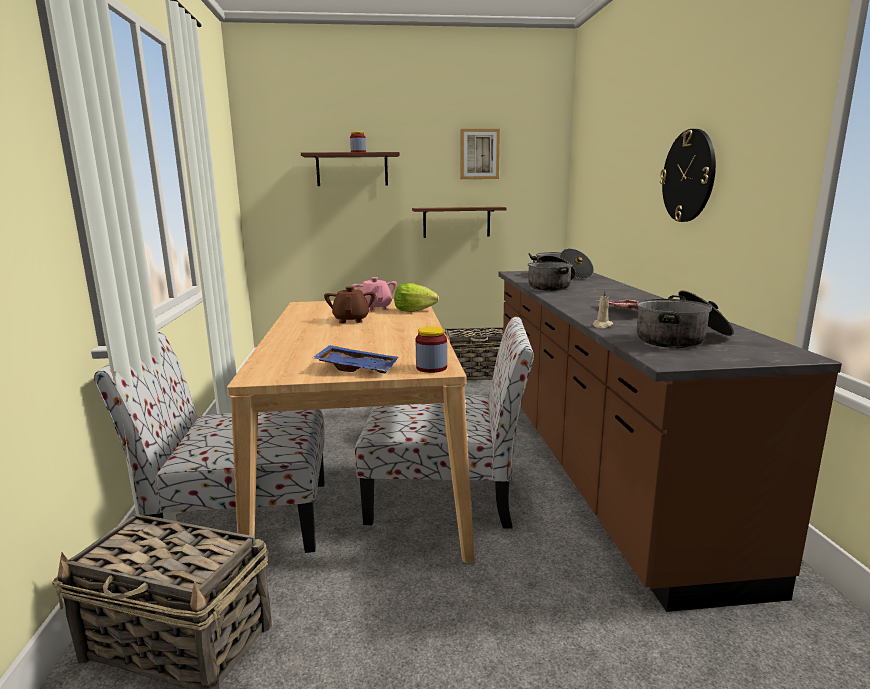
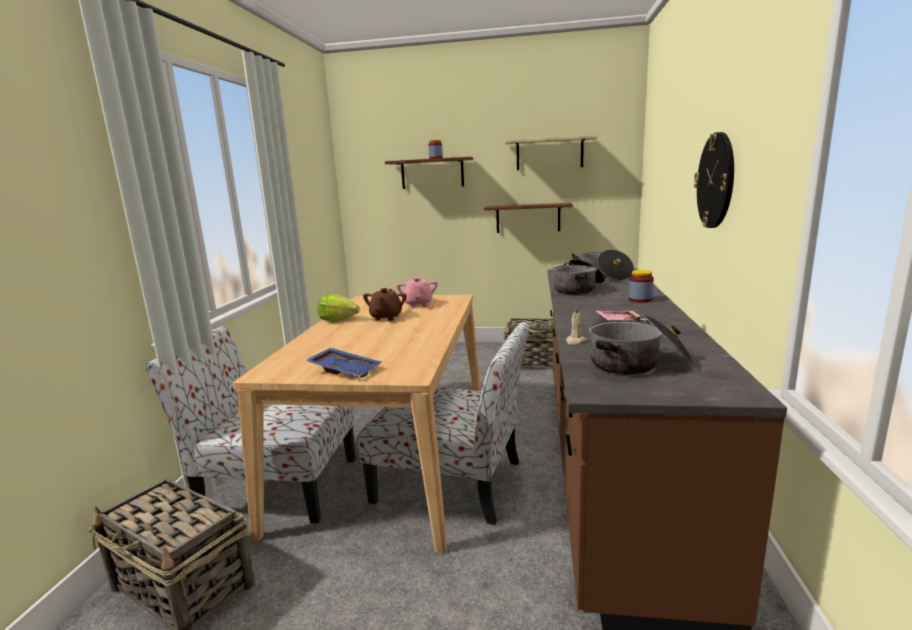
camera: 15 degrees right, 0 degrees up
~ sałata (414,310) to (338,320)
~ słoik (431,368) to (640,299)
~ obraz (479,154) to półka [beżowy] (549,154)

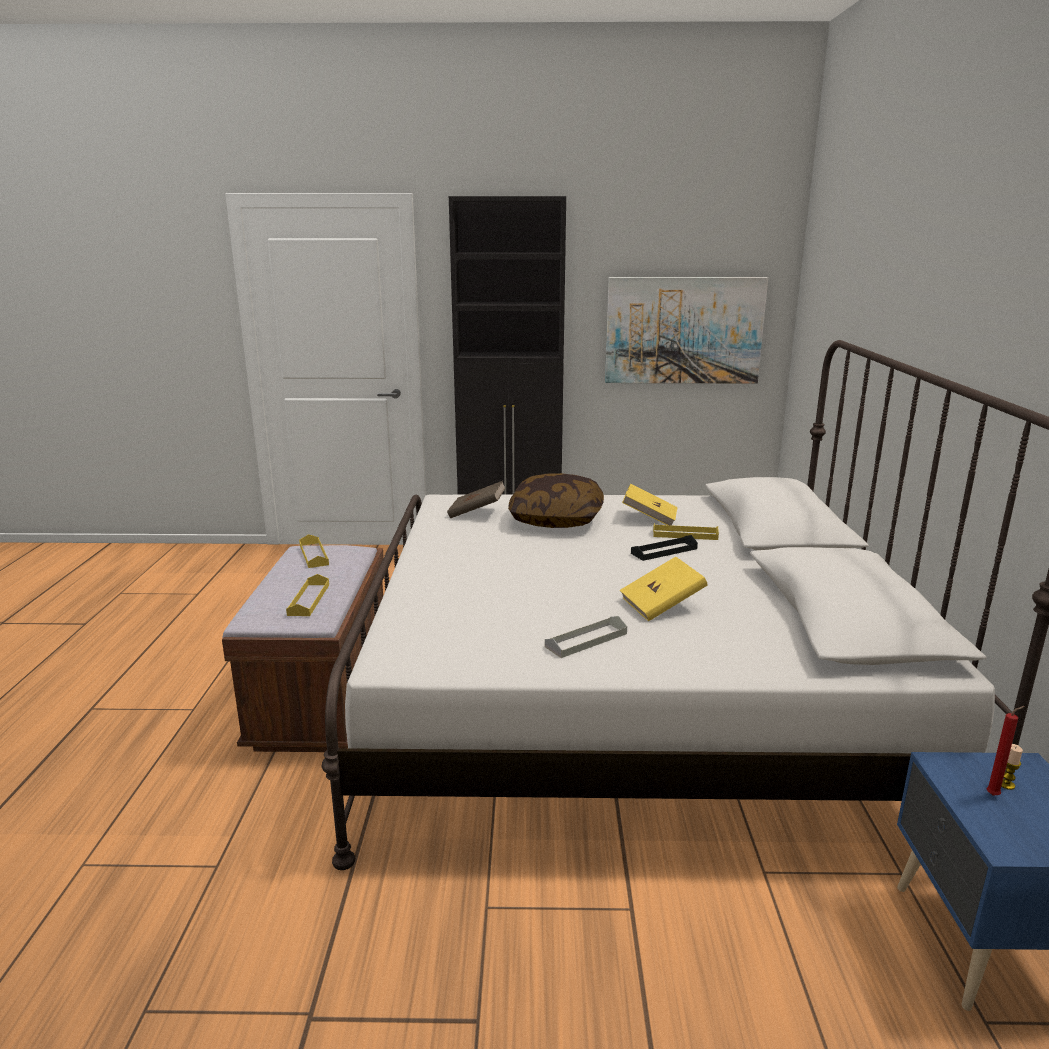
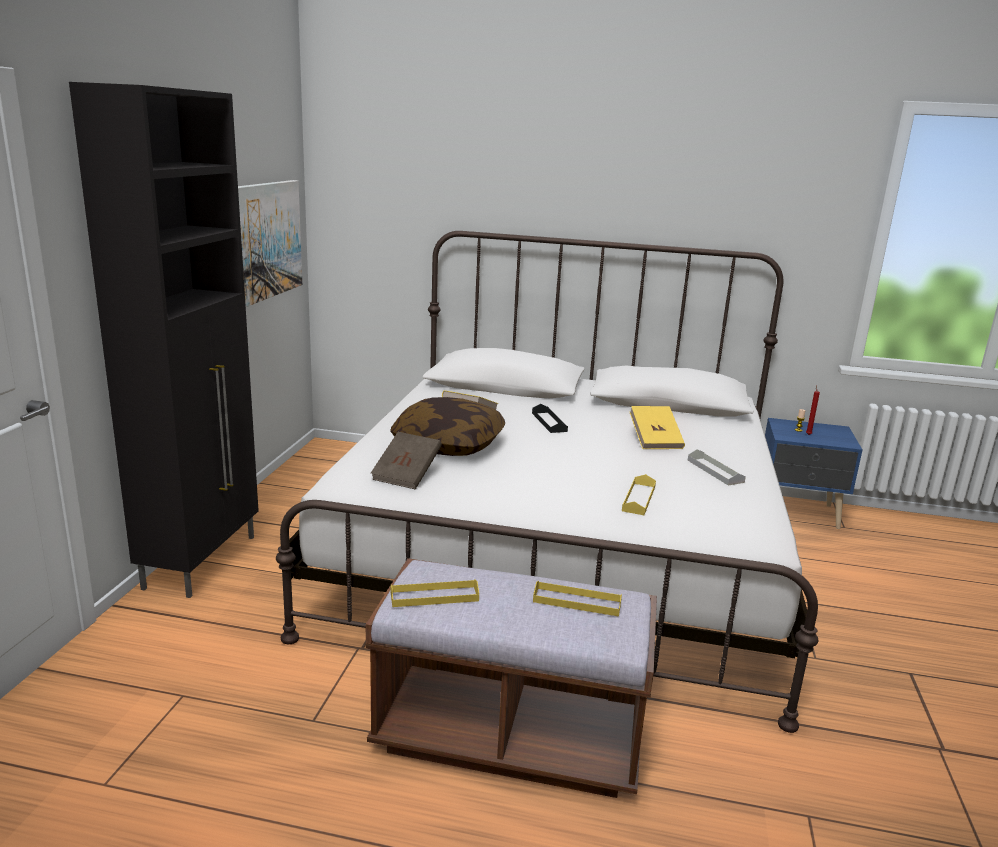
camera: 80 degrees left, 0 degrees up
~ taca [żółty] (685,534) to (639,498)

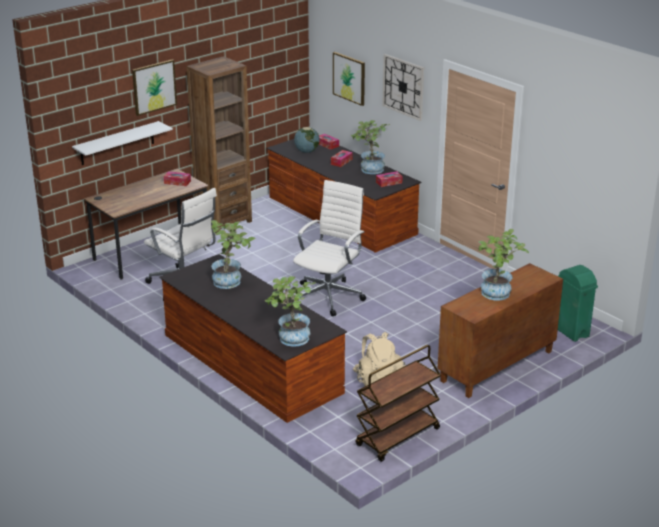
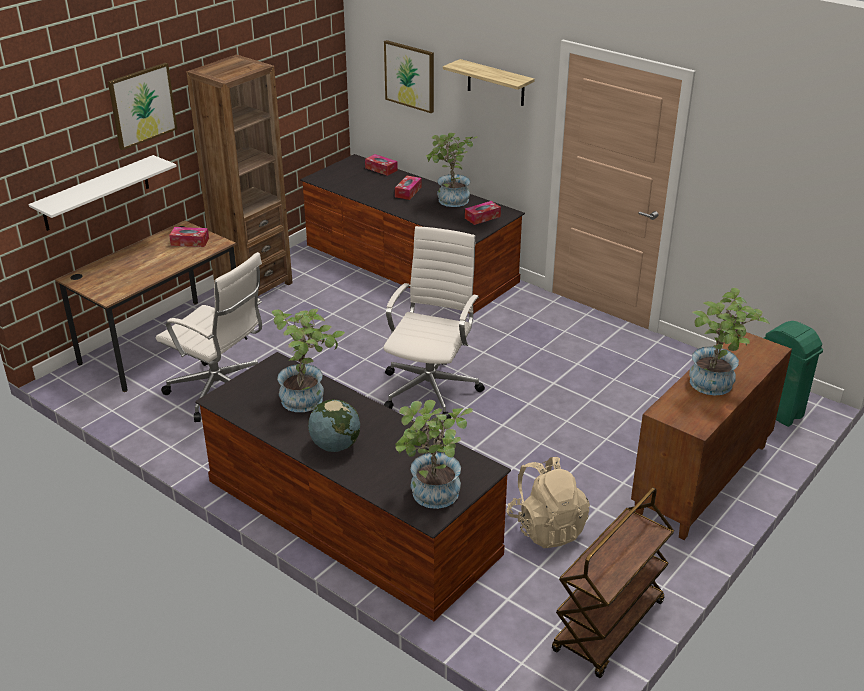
camera: 10 degrees left, 5 degrees up
~ globus (306,151) to (335,445)
~ zegar ścienny (403,86) to półka (496,83)

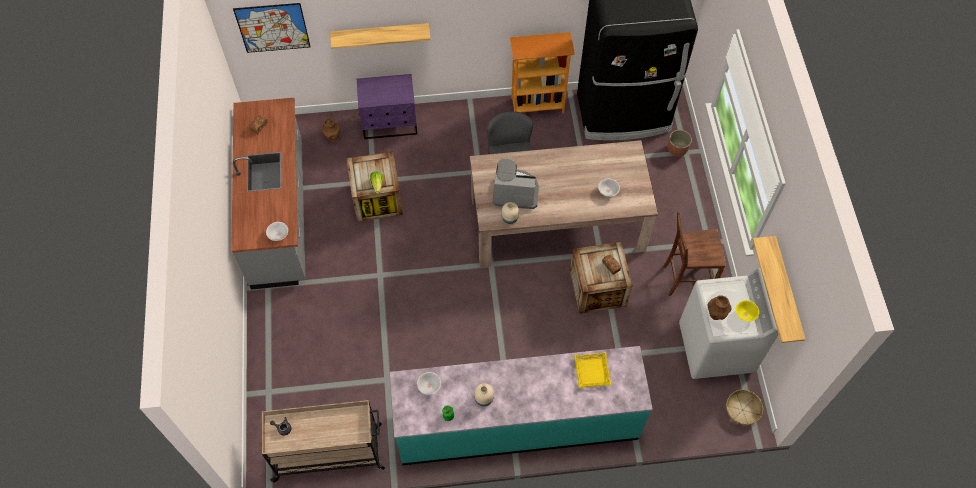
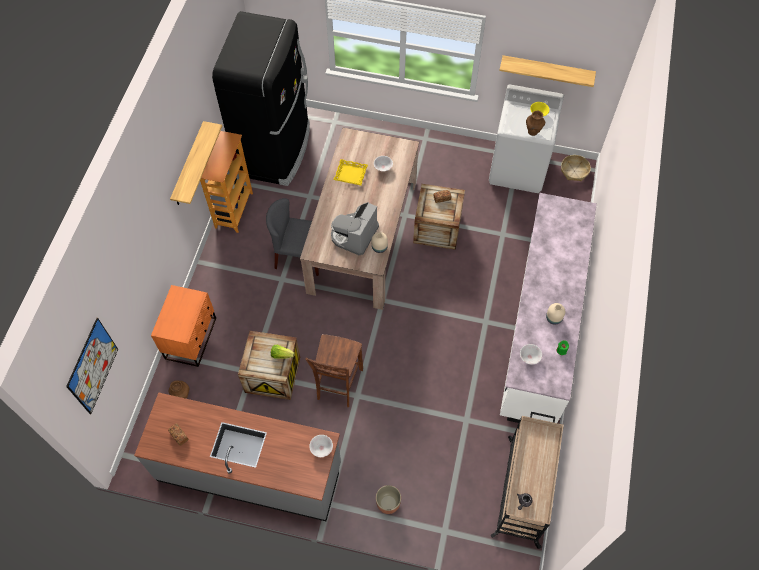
camera: 70 degrees left, 0 degrees up
~ półka (380,34) to (189,165)
~ taca [żółty] (592,371) to (351,174)
~ krzesło [brązowy] (685,279) to (338,385)
~ donica (677,149) to (388,503)
~ szafka nocna [fioletowy] (390,124) to szafka nocna [pomarańczowy] (191,338)
~ zabudowa kuchenna [turkusowy] (517,422) to zabudowa kuchenna [biały] (539,328)

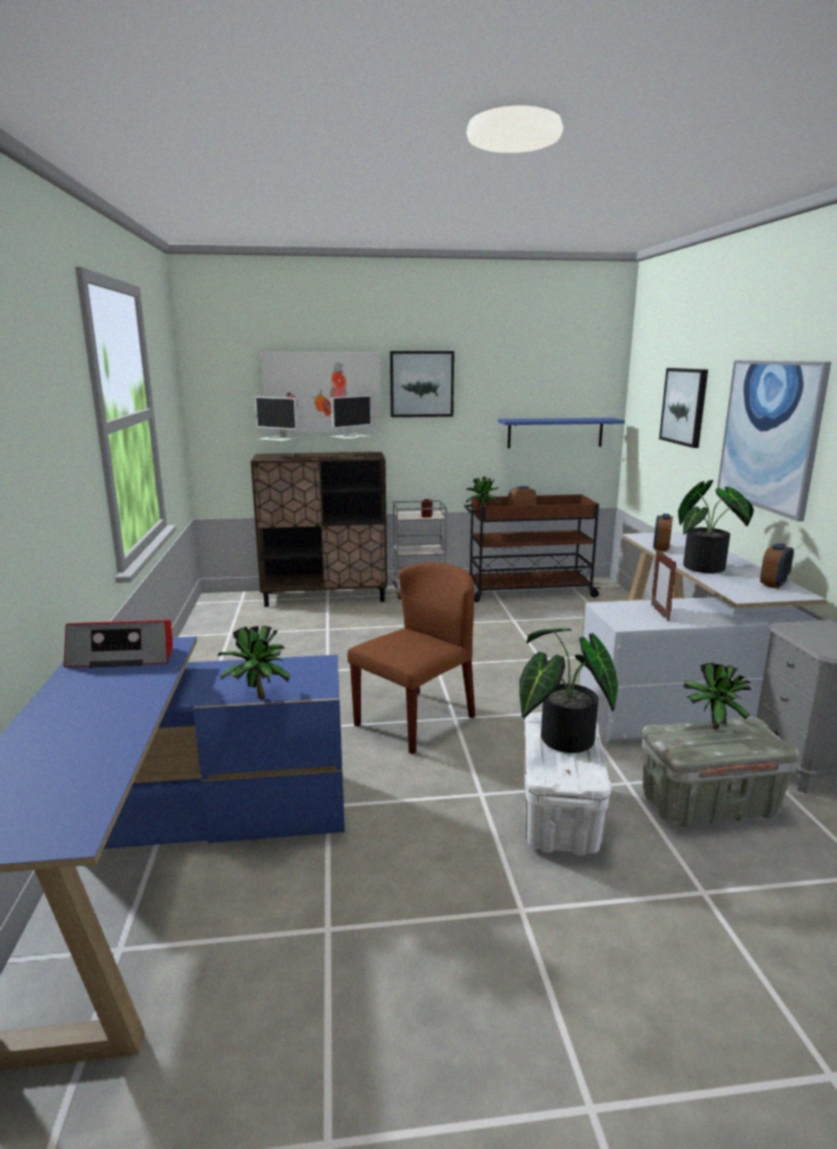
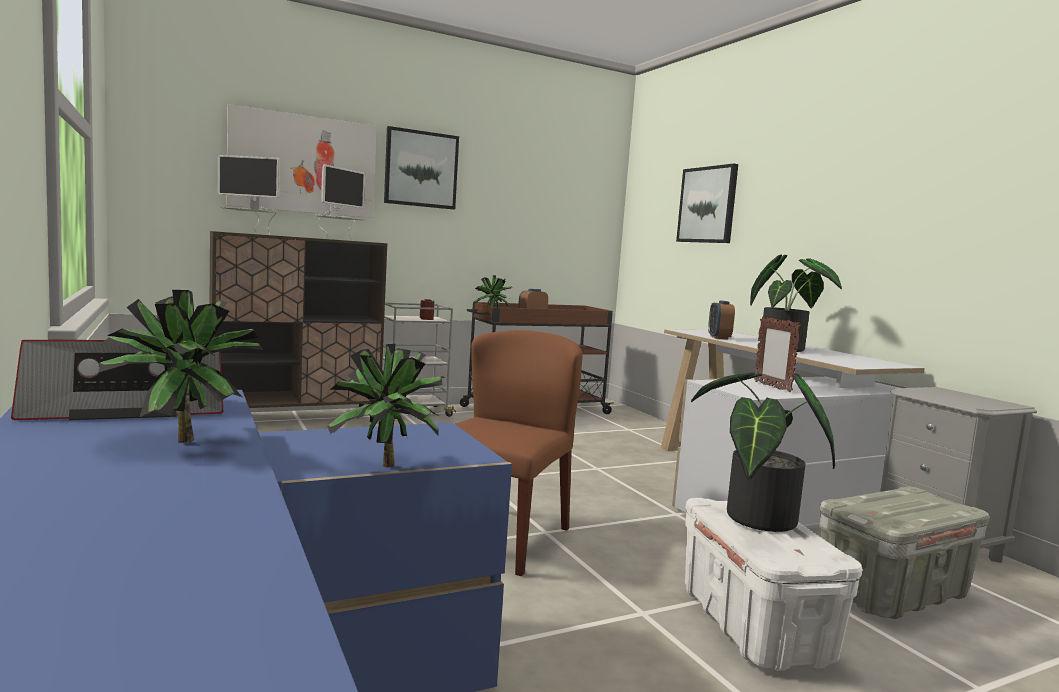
camera: 20 degrees left, 10 degrees down
- półka [niebieski] (555,432)
- obraz (769,435)
- budzik (774,584)
~ roślina doniczkowa (710,726) to (178,440)

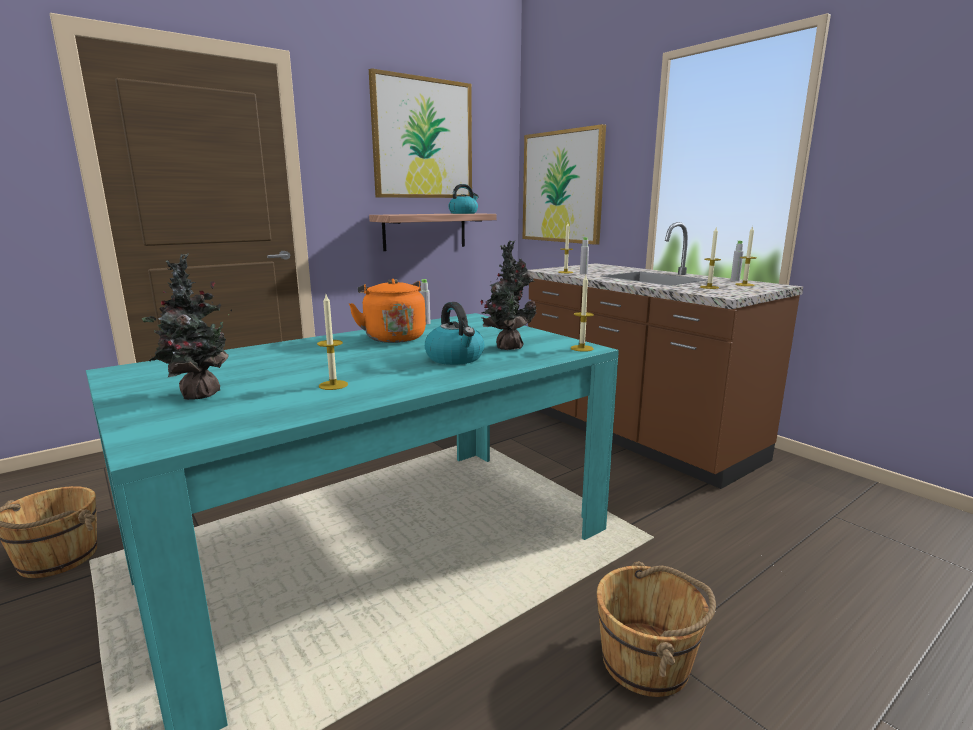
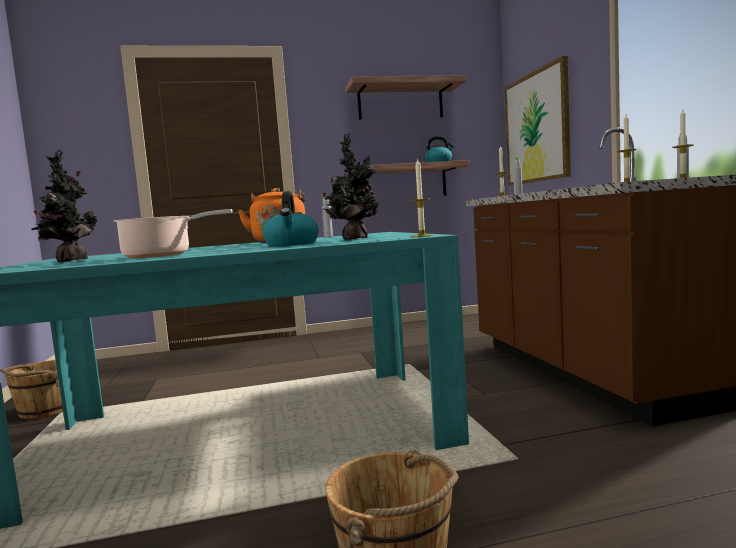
camera: 25 degrees right, 10 degrees down
~ świeca (333,385) to garnek (162,255)
~ obraz (423,139) to półka (400,102)

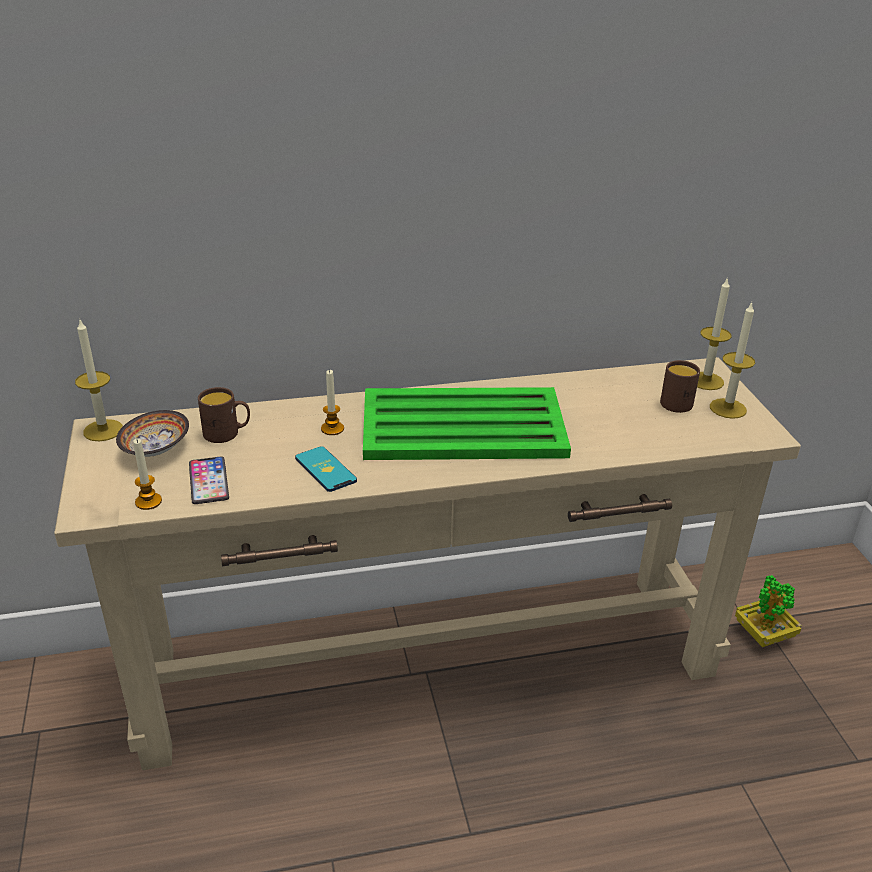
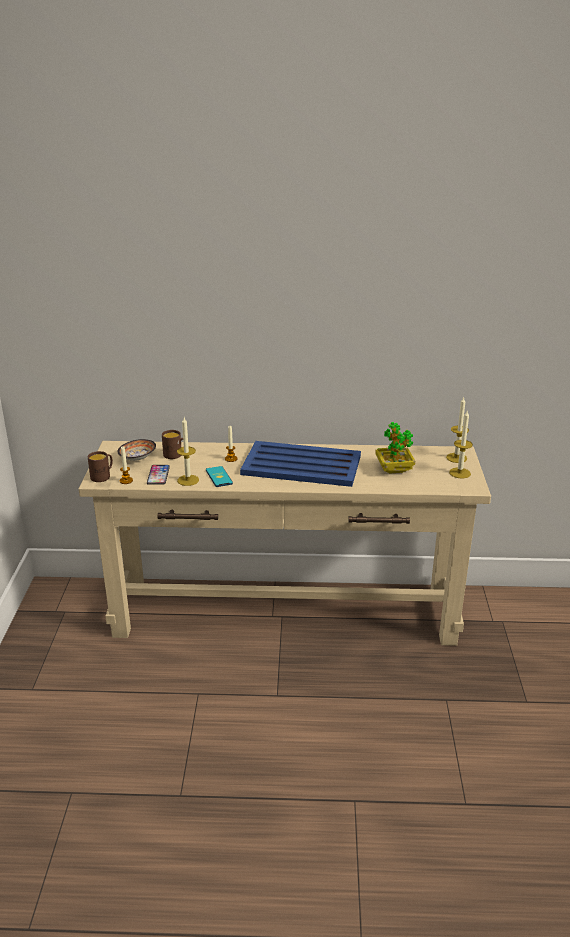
camera: 15 degrees right, 5 degrees down
~ świeca (103,430) to (188,480)
~ kubek [brązowy] (677,401) to (103,476)
~ roślina doniczkowa (763,635) to (394,469)
~ taca [zielony] (460,426) to taca [niebieski] (300,465)

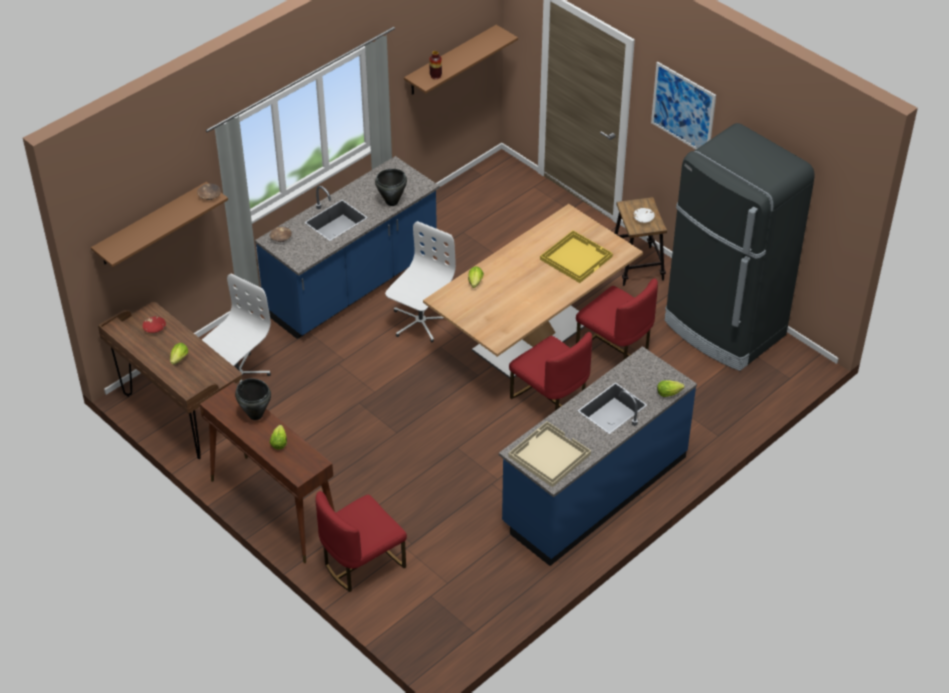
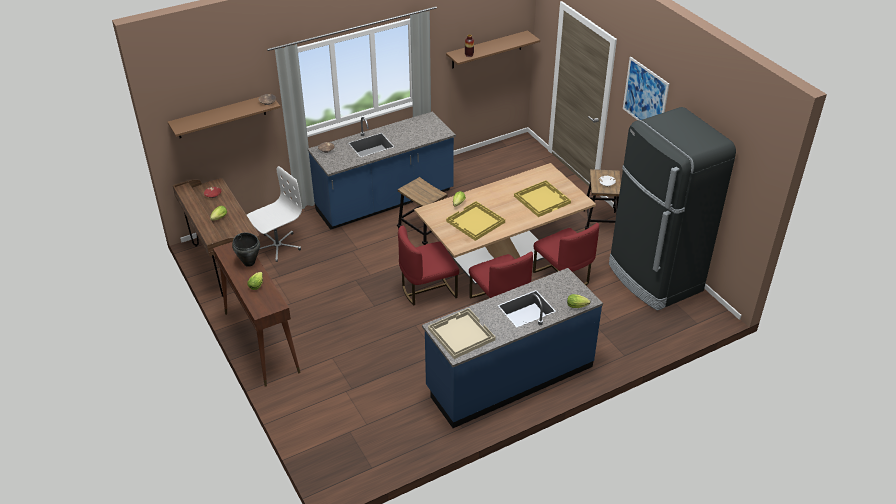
camera: 15 degrees right, 5 degrees down
- garnek [czarny] (392,202)
+ taca [żółty] (475,222)
~ krzesło [czerwony] (362,563) to (427,289)
~ krzesło biurowe [biały] (420,322) to stołek (423,233)

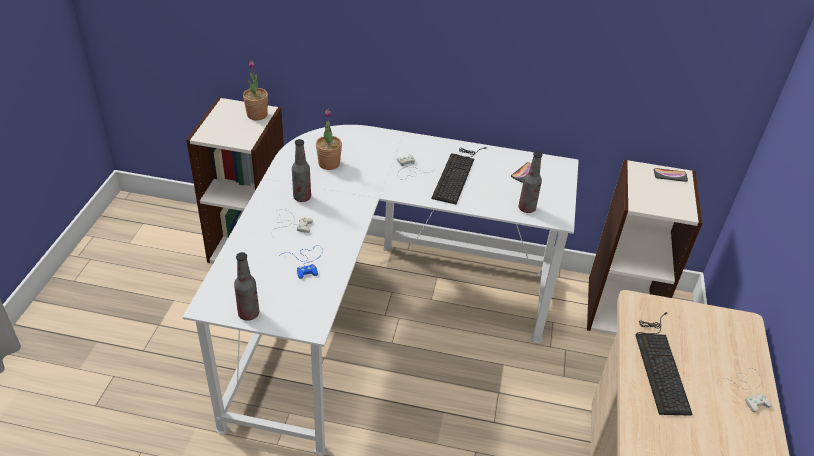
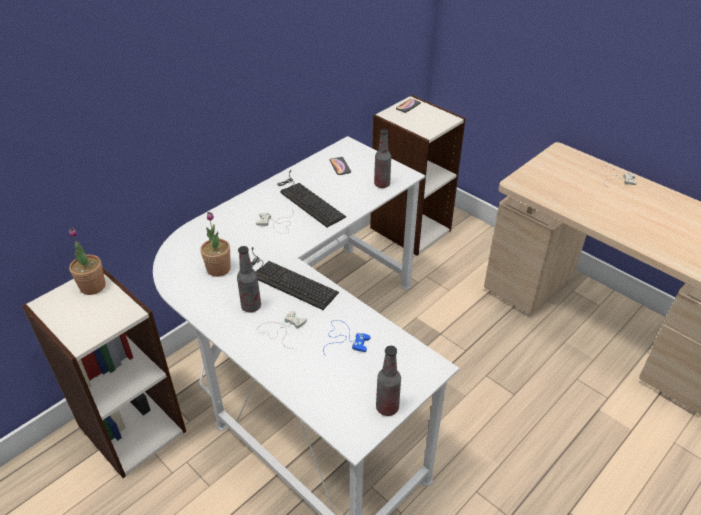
camera: 55 degrees left, 0 degrees up
~ klawiatura (660,363) to (286,280)

